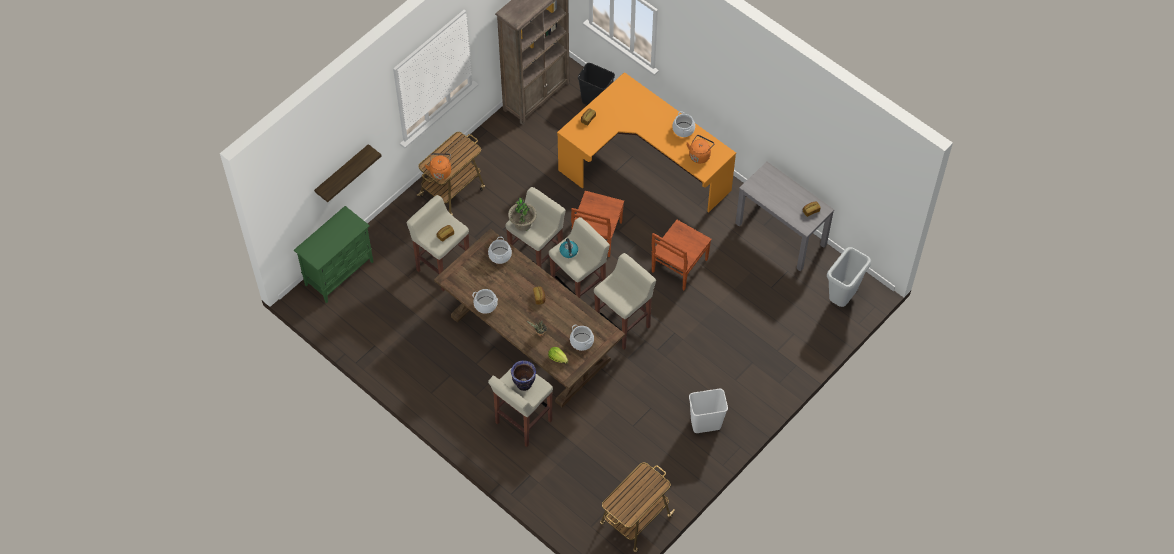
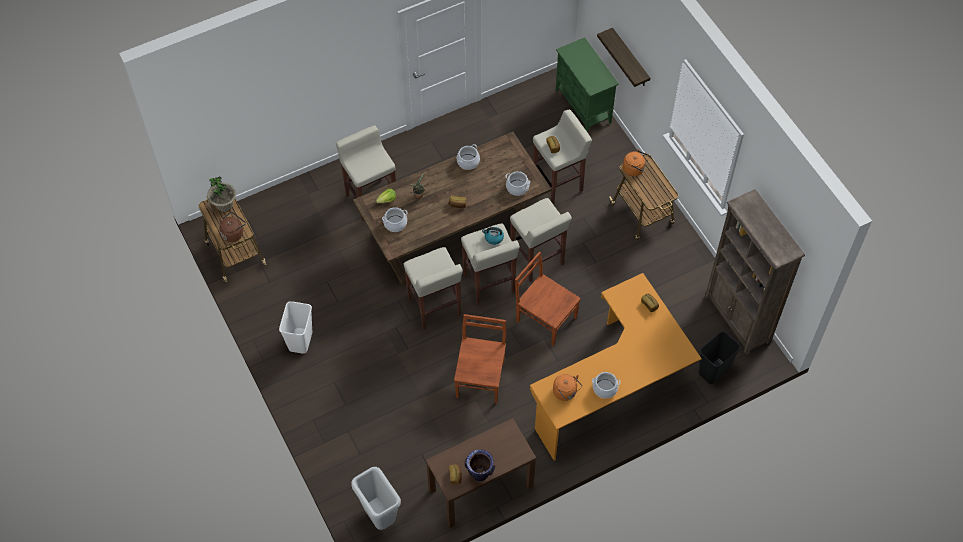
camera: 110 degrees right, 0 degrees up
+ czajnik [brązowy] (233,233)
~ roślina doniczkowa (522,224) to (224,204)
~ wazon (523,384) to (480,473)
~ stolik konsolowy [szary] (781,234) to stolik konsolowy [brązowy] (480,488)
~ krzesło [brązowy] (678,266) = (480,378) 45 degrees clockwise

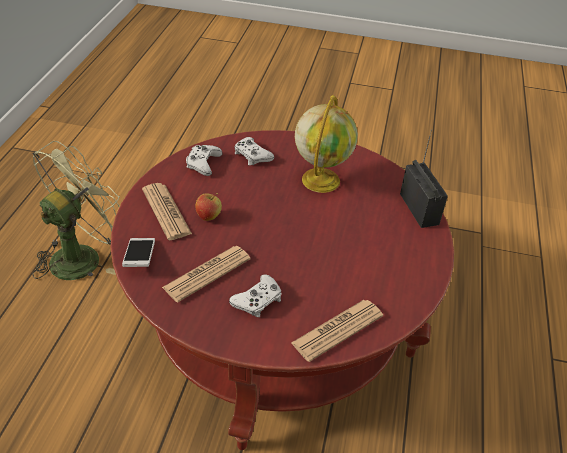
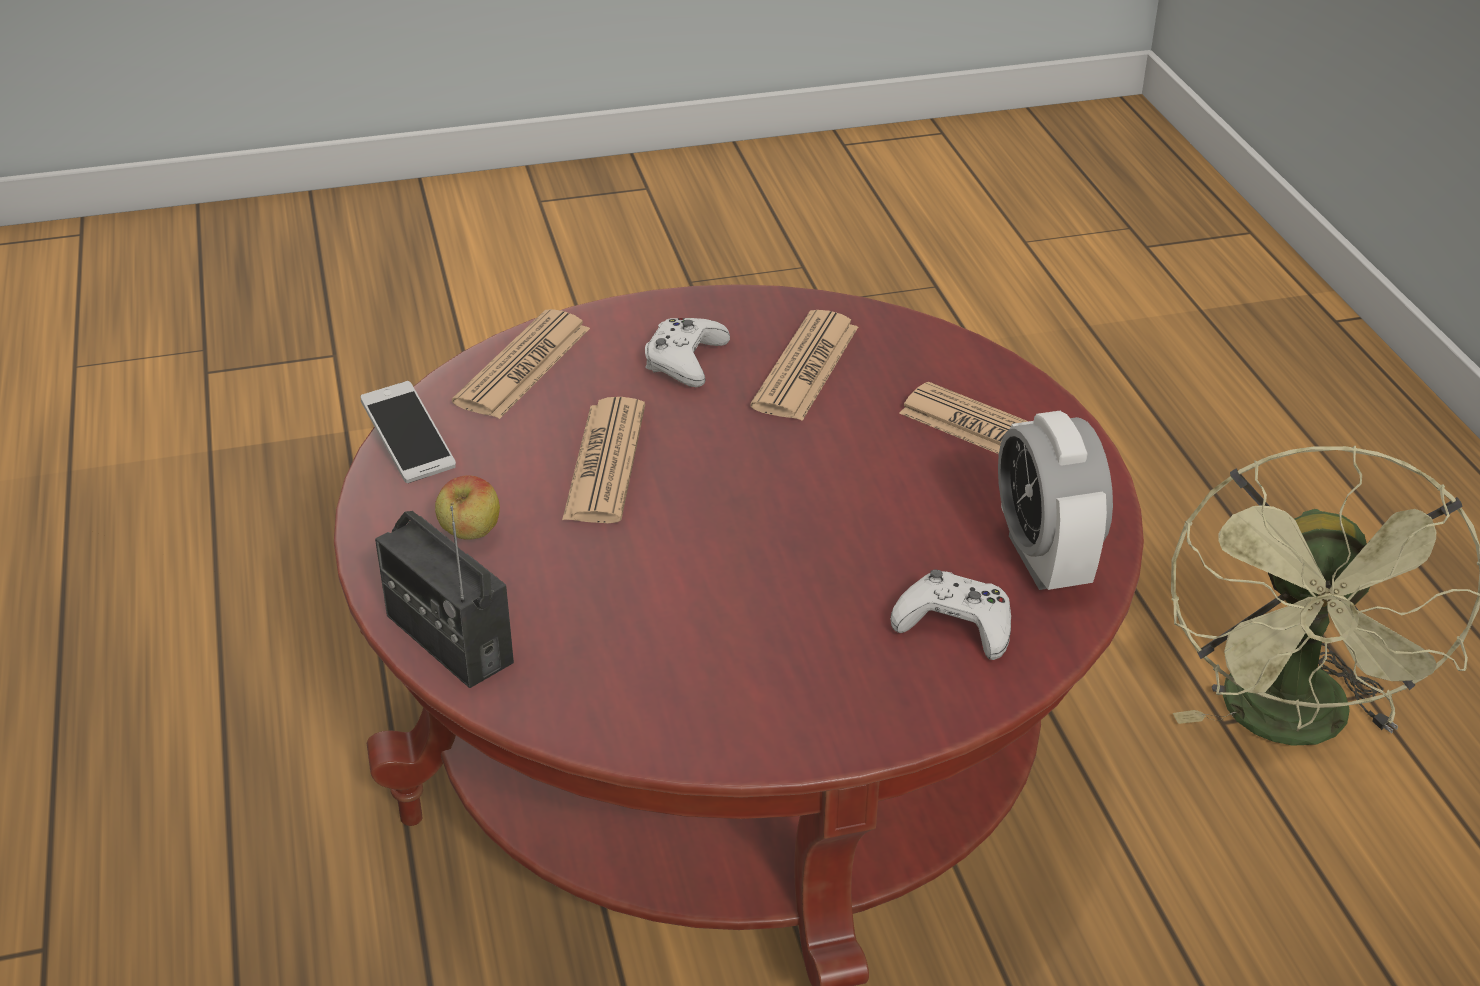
camera: 155 degrees right, 5 degrees down
- globus (320,179)
+ gazeta (605,462)
~ telefon (140,258) to (409,446)
~ jabłko (209,217) to (470,535)
~ pad do gier [biały] (203,163) to budzik (1044,559)

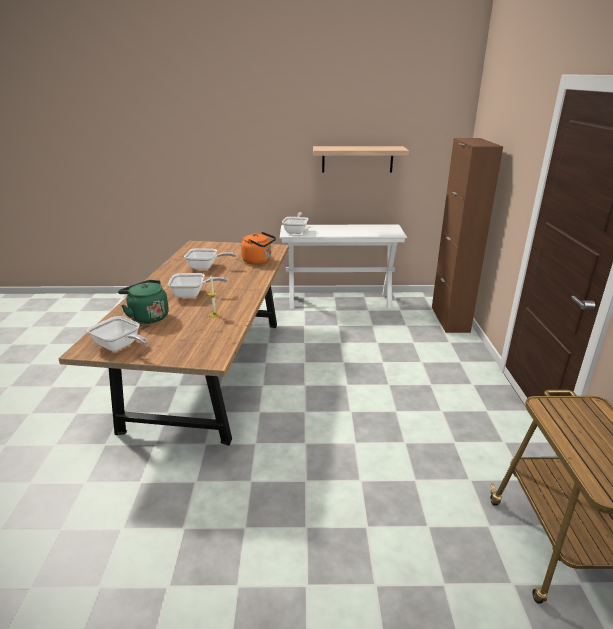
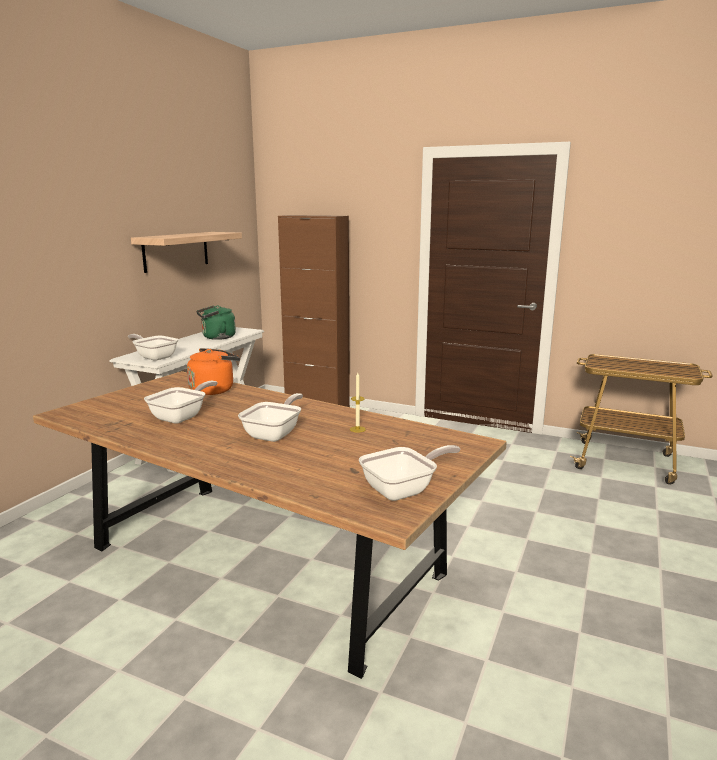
camera: 65 degrees left, 10 degrees down
~ czajnik [zielony] (147,317) to (217,337)

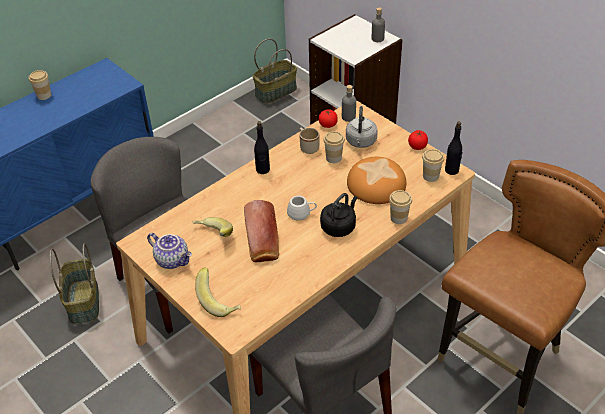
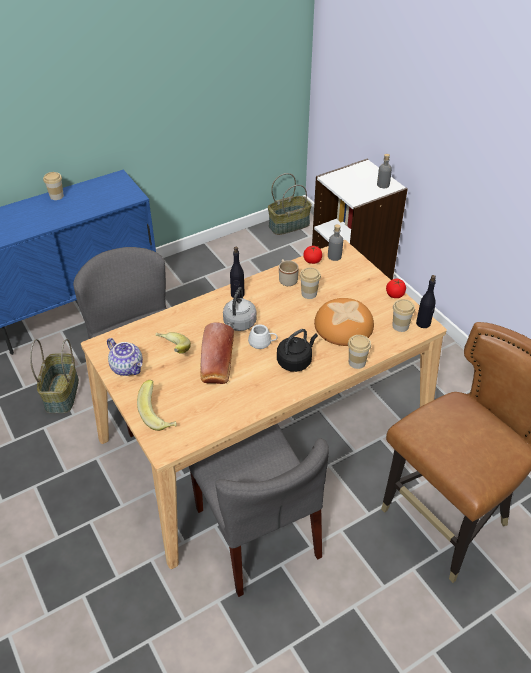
camera: 10 degrees right, 0 degrees up
~ czajnik [szary] (361,142) to (239,324)

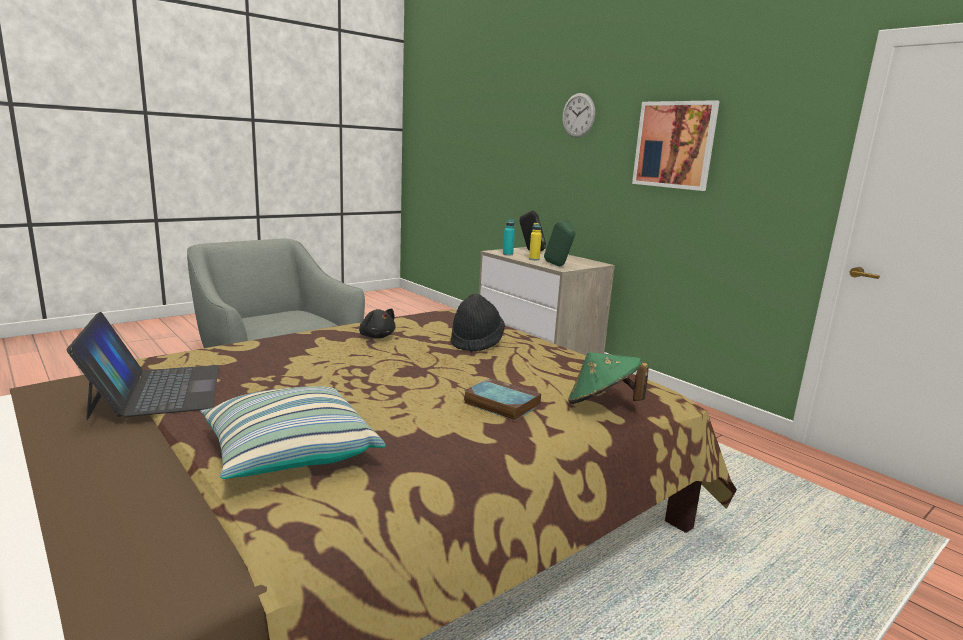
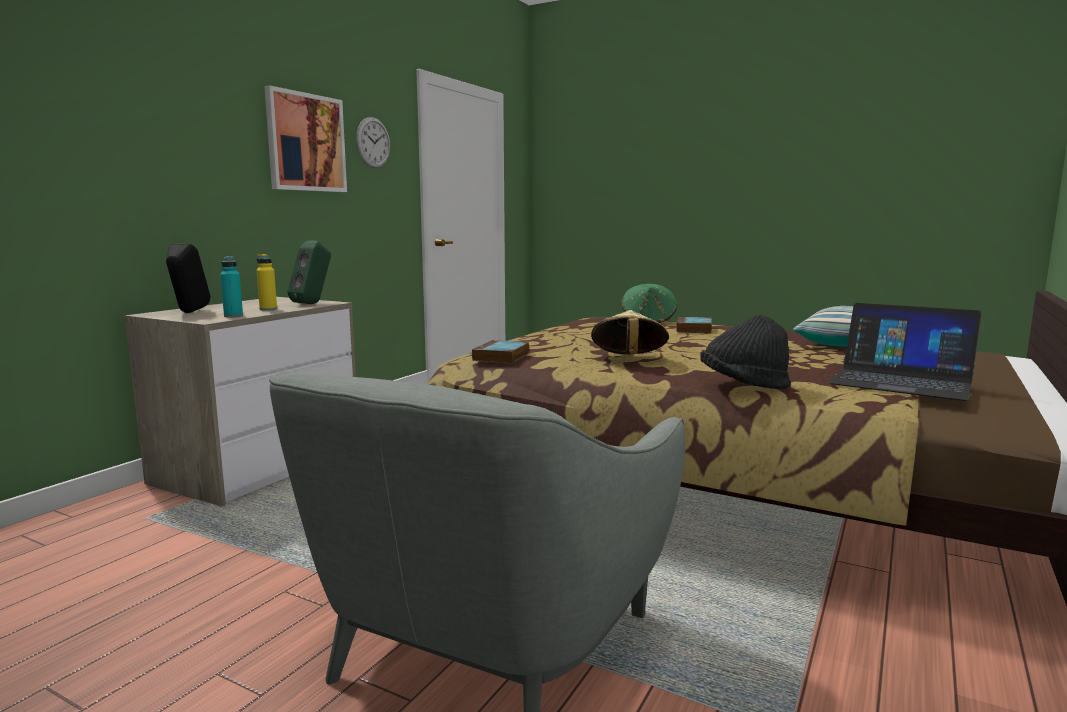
camera: 110 degrees left, 5 degrees down
+ książka (501,357)
~ kapelusz [czarny] (476,342) to (743,385)
~ zegar ścienny (578,115) to (373,142)
~ pluszak [czarny] (376,336) to kapelusz [beżowy] (628,359)
~ laptop (156,390) = (901,381) 105 degrees counterclockwise

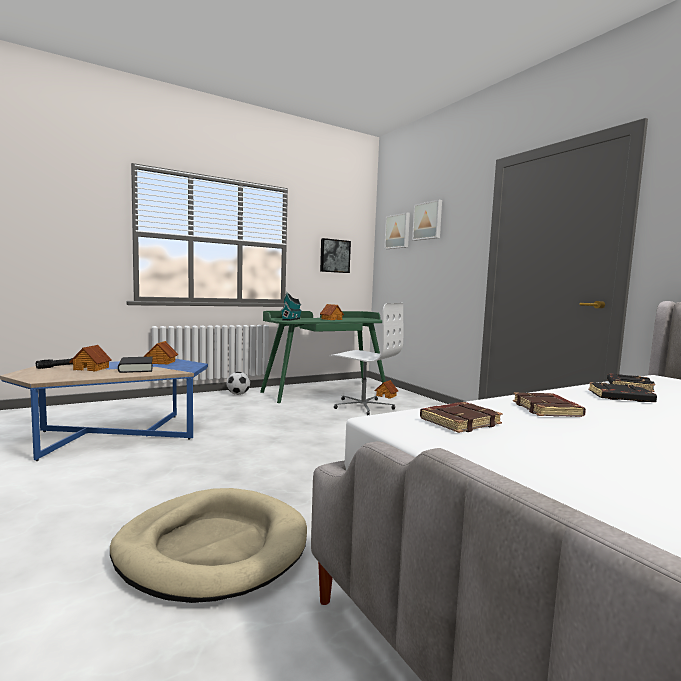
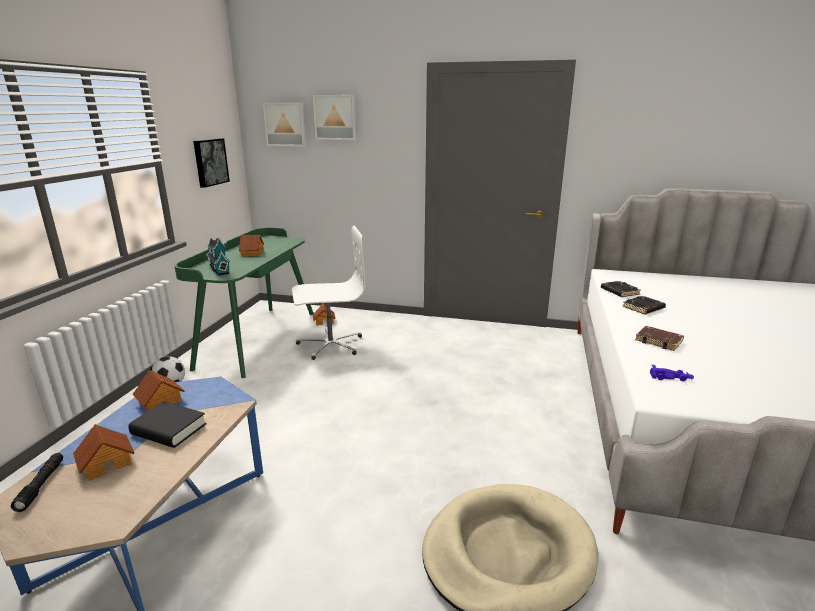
camera: 45 degrees left, 15 degrees up
~ książka [brązowy] (459,422) to samochodzik [fioletowy] (671,378)

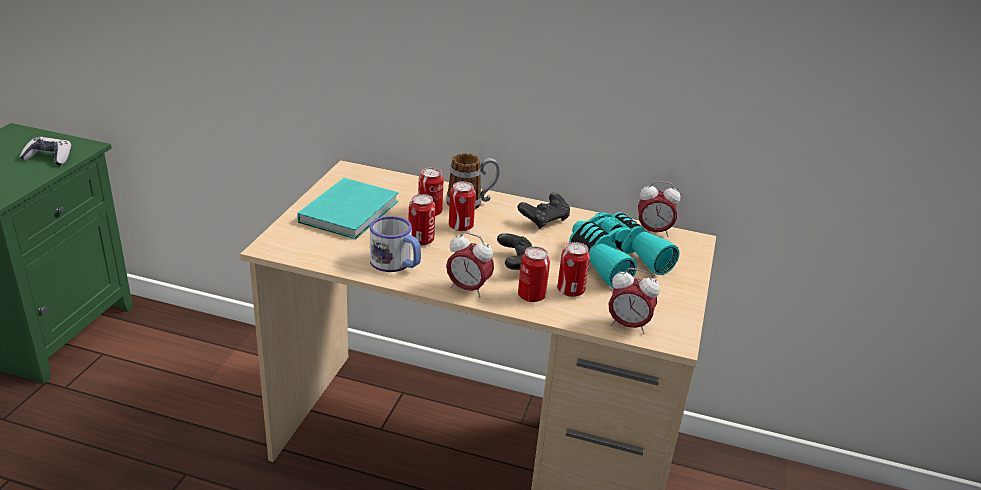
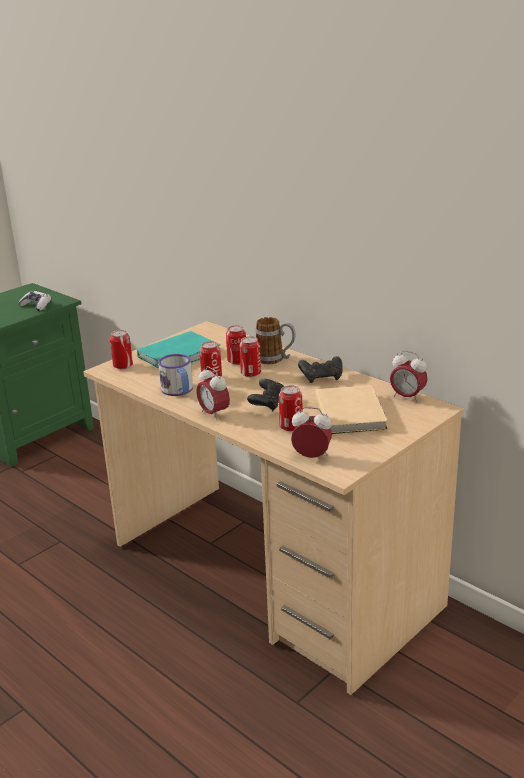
camera: 30 degrees right, 5 degrees down
~ puszka (531,296) to (123,366)
~ lornetka [turkusowy] (615,259) to książka [beżowy] (351,412)
~ budzik (628,325) = (312,457) 150 degrees clockwise

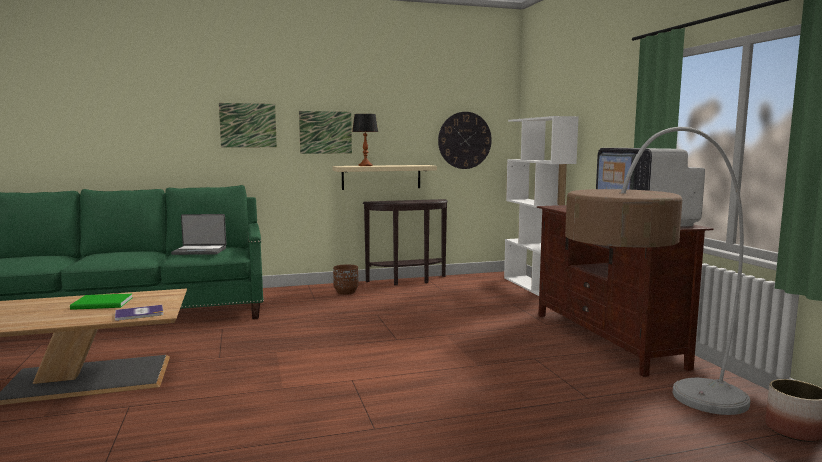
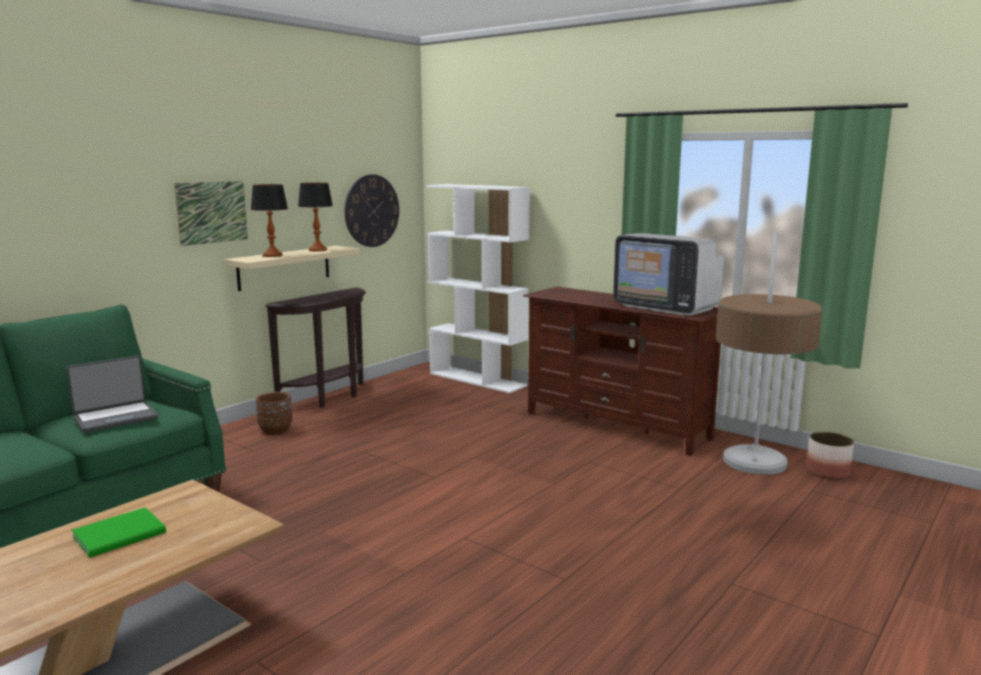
camera: 35 degrees left, 5 degrees up
- książka (139,313)
- obraz (248,125)
+ lampa stołowa (317,250)

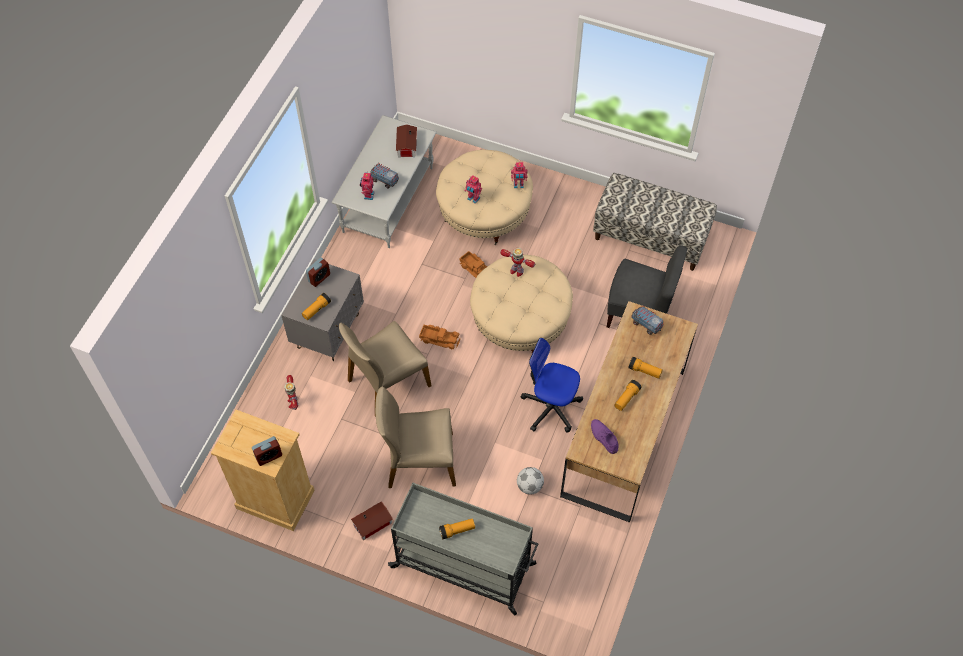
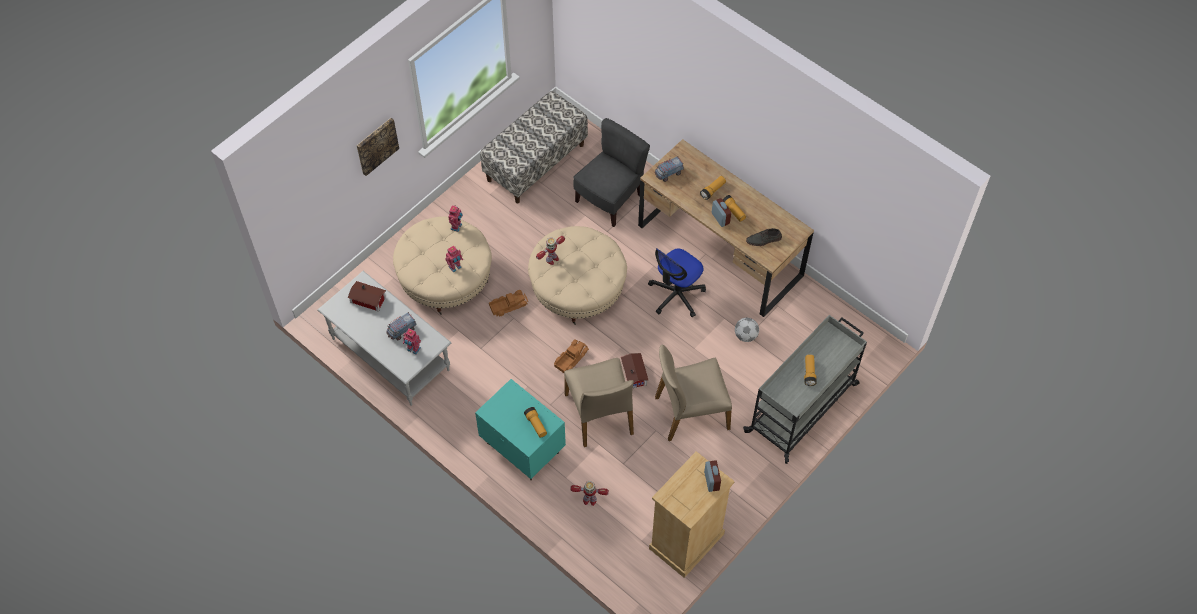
camera: 70 degrees left, 0 degrees up
+ obraz (376,145)
~ budzik (319,278) to (720,218)
~ domek (374,524) to (634,373)
~ szafka nocna [szary] (328,331) to szafka nocna [turkusowy] (522,449)
~ but [fioletowy] (603,437) to but [szary] (764,239)
~ krzesło [beżowy] (419,461) = (690,412) 60 degrees clockwise

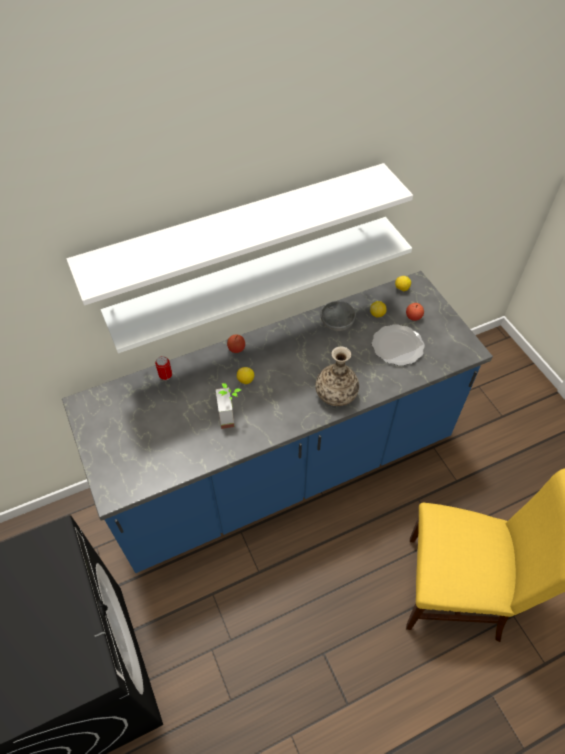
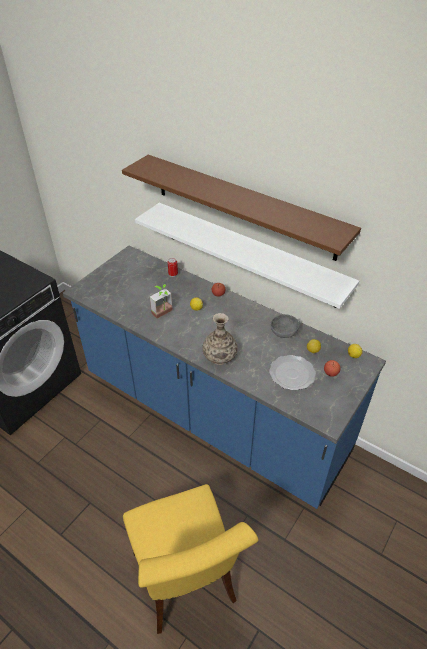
camera: 60 degrees right, 10 degrees down
~ półka [biały] (237,230) to półka [brązowy] (243,206)

